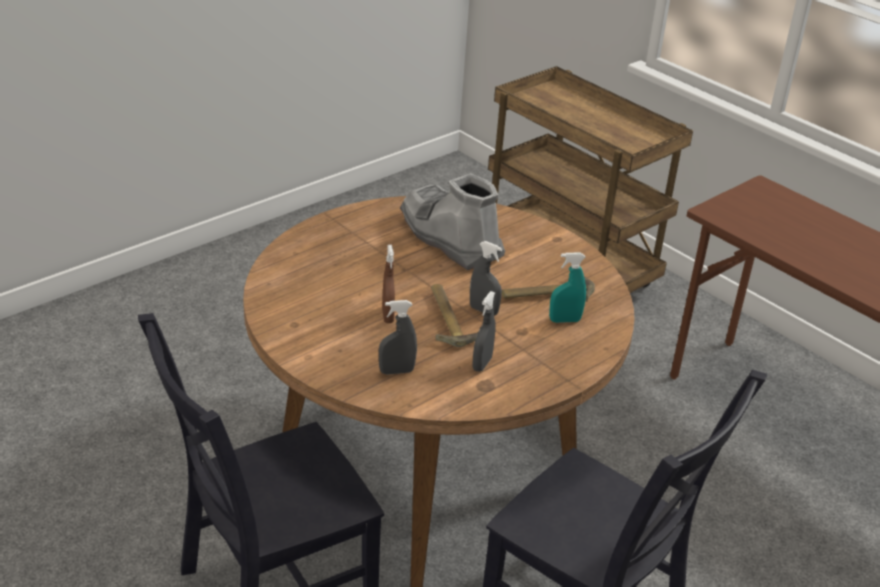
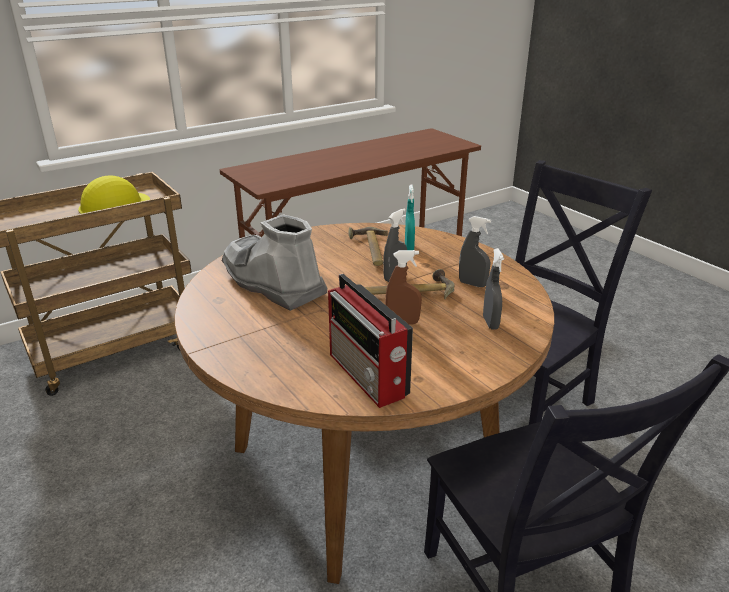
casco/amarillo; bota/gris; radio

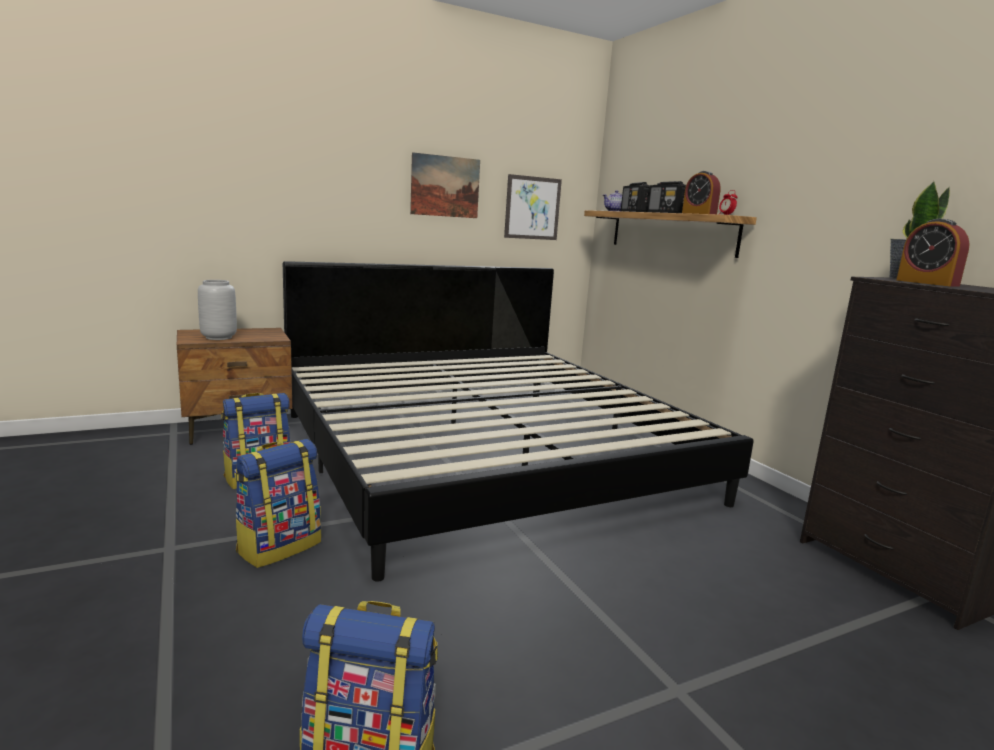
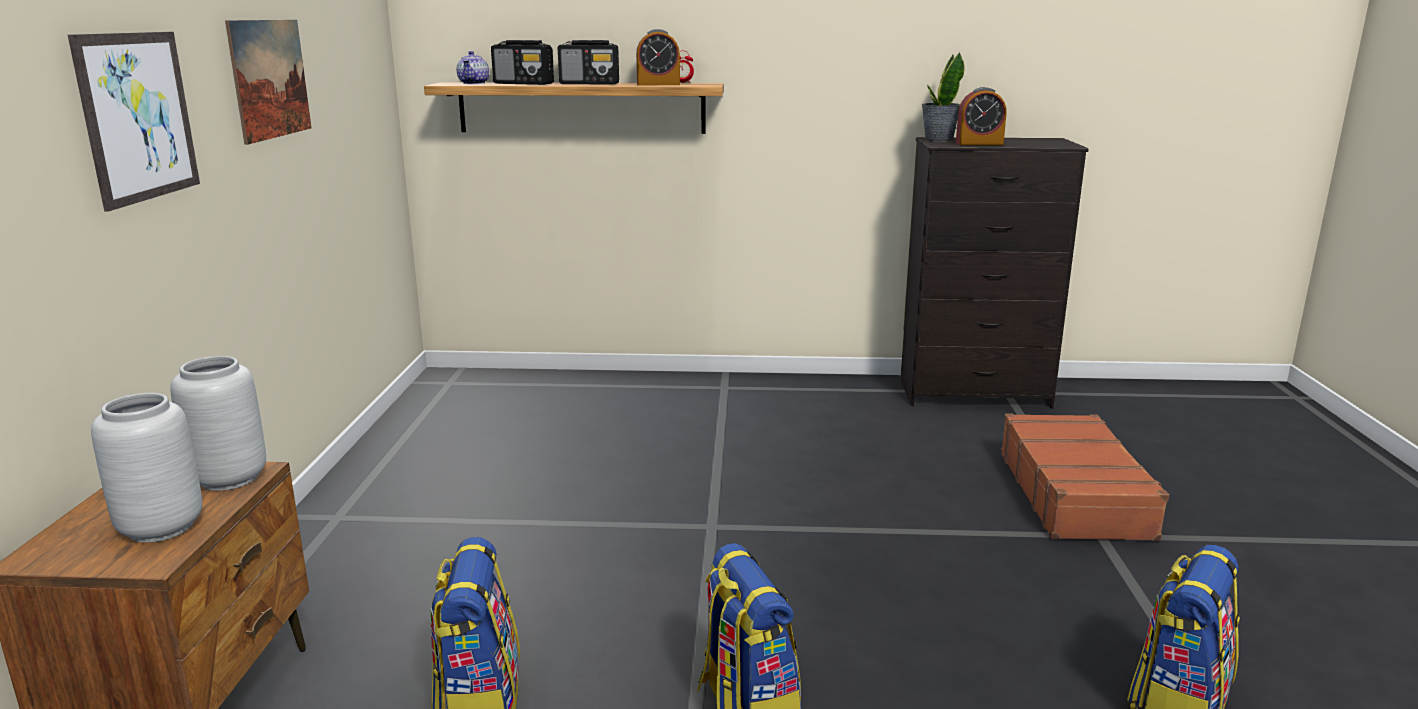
cuadro (no. 1 from left); florero/gris (no. 2 from left); maleta/marrón; cama

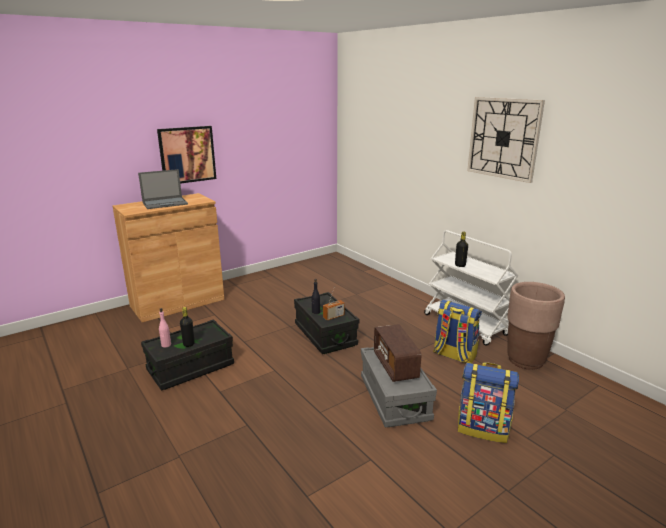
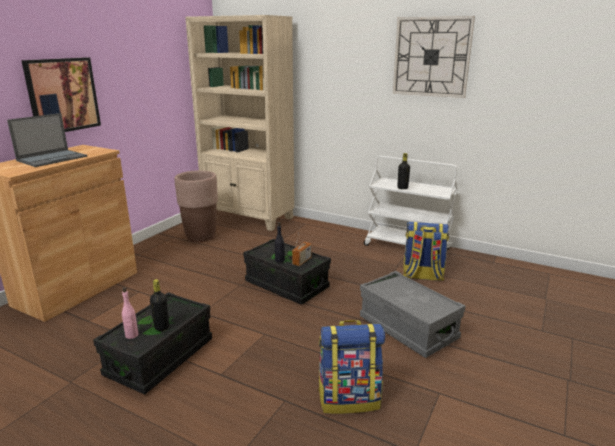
maceta/marrón; estantería/beis; mochila (no. 1 from left); radio (no. 2 from left in the first image)

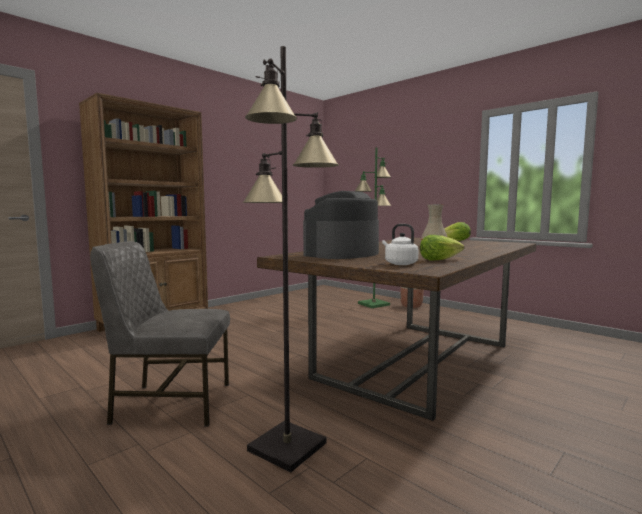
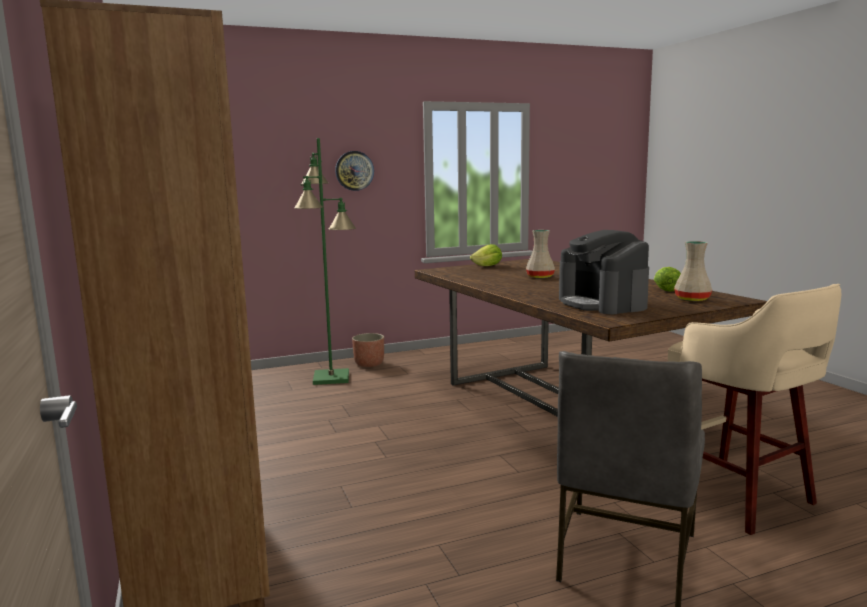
reloj de pared; taburete/beis; florero/beis (no. 2 from left)

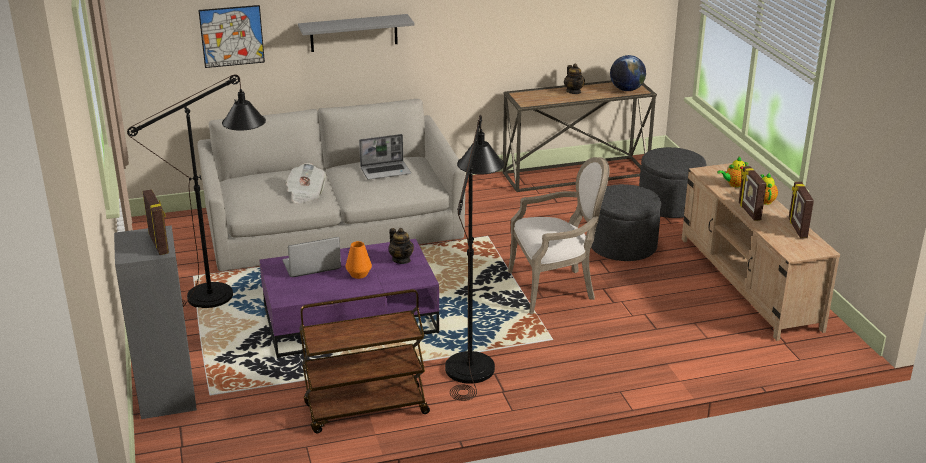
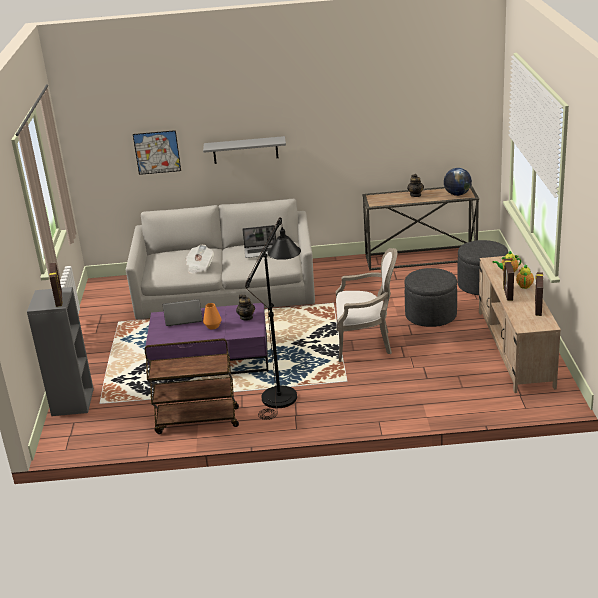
lámpara de pie/negro (no. 1 from left in the first image)

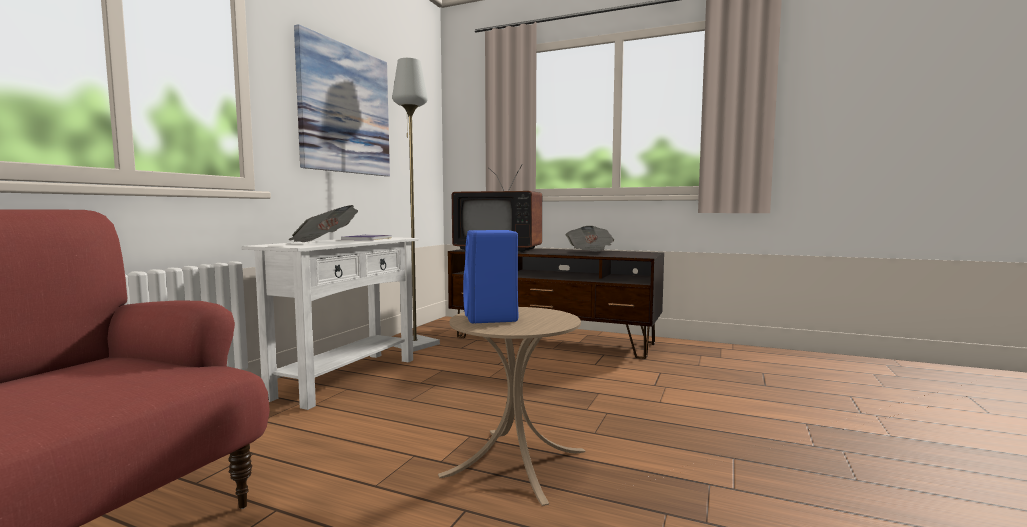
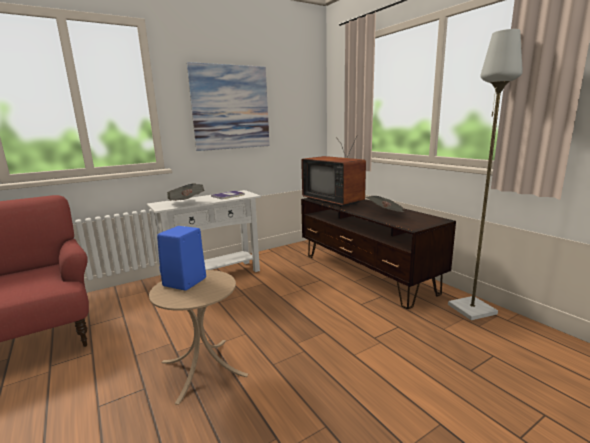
lámpara de pie/gris

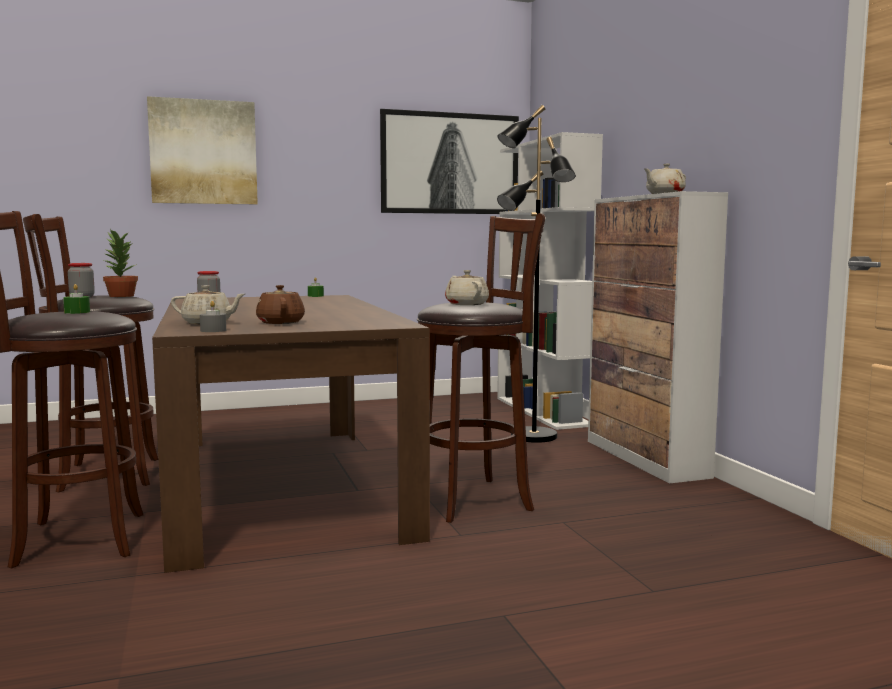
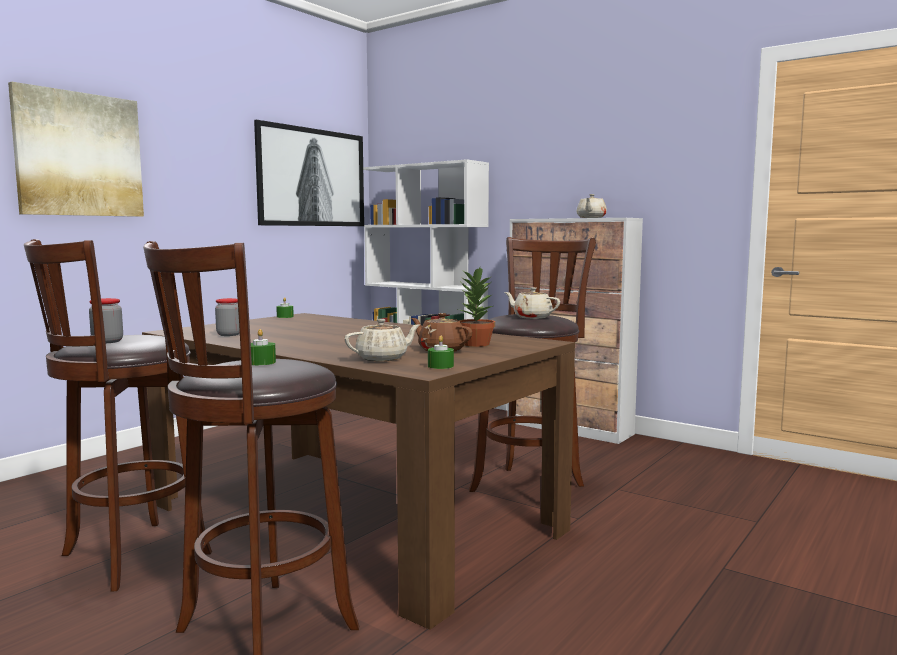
vela/verde (no. 3 from left); planta en maceta; lámpara de pie/negro

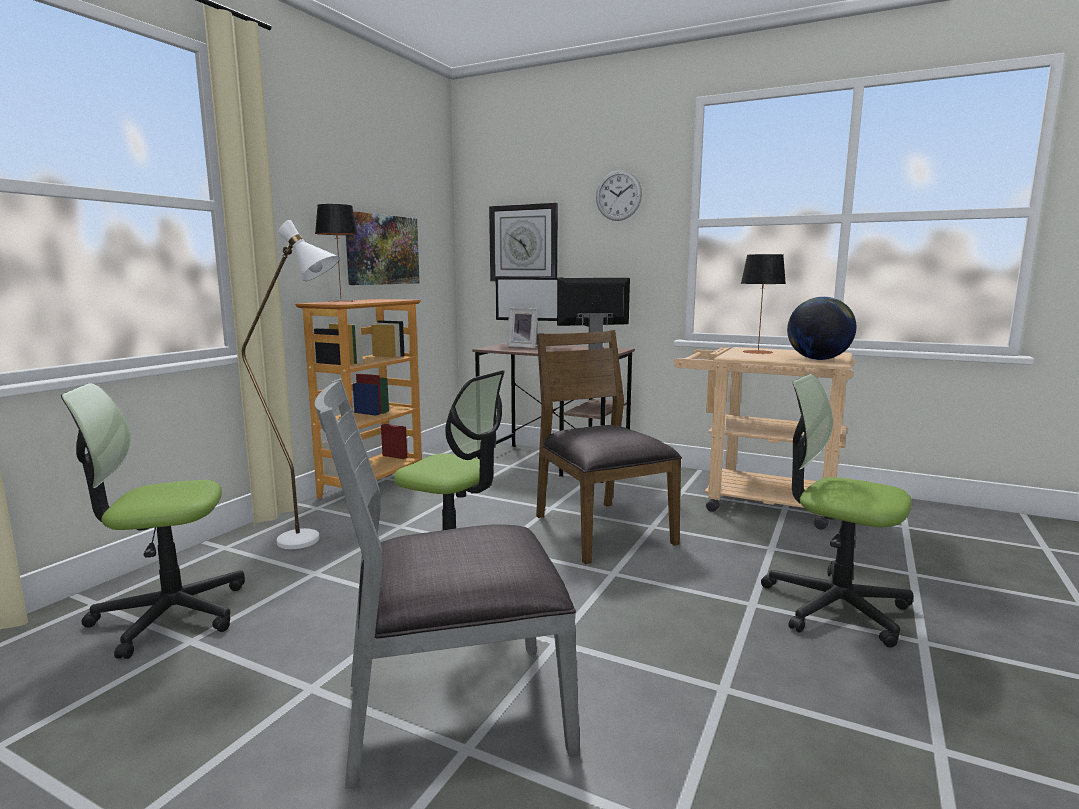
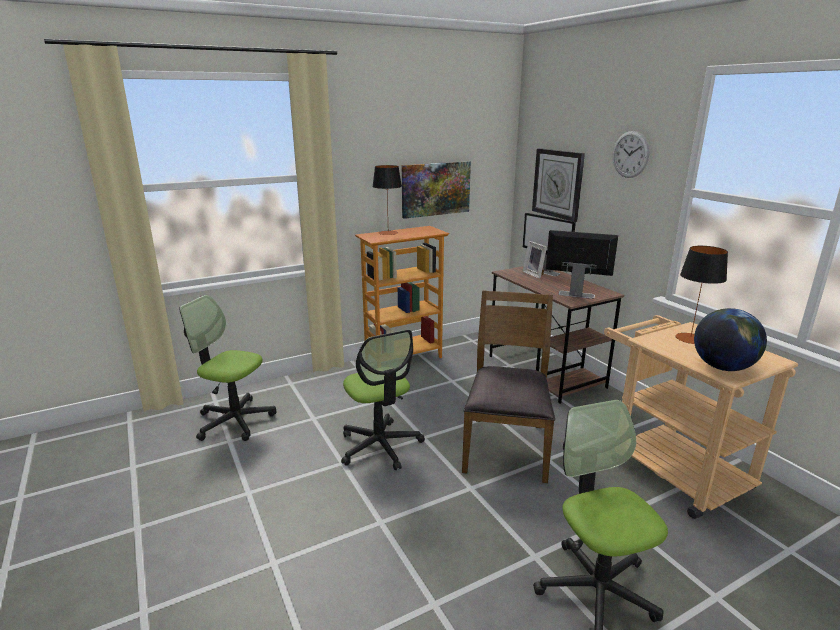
lámpara de pie/blanco; silla/gris

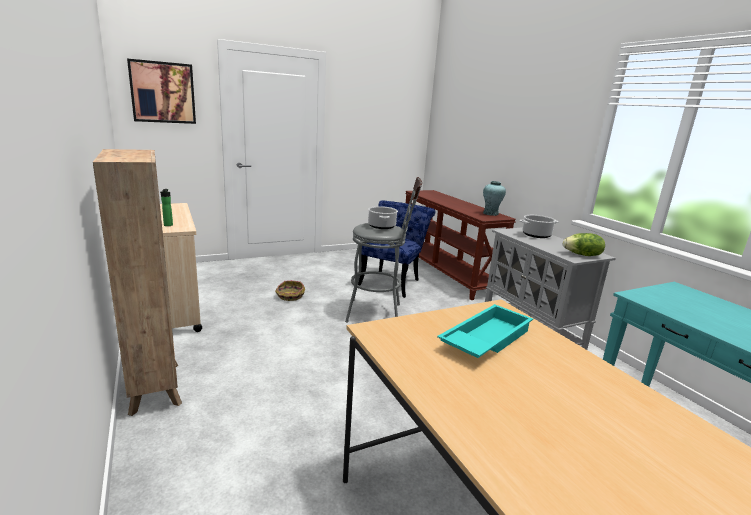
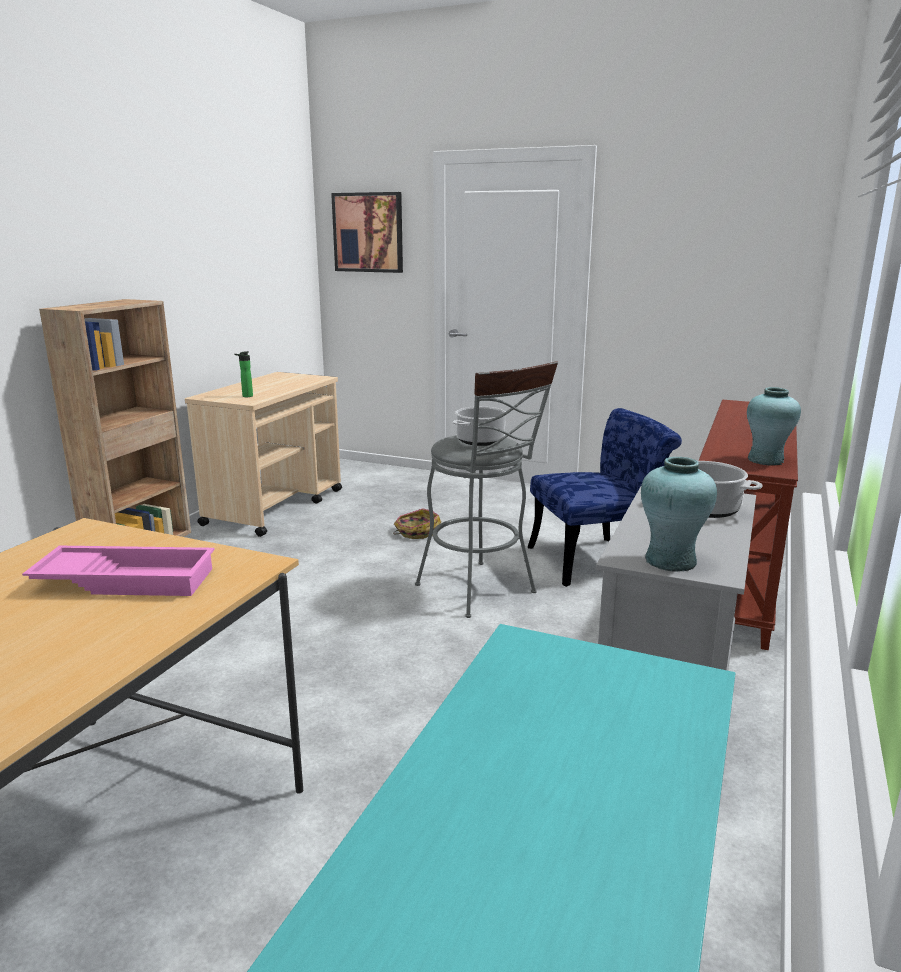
bandeja/rosa; florero/turquesa (no. 1 from left)

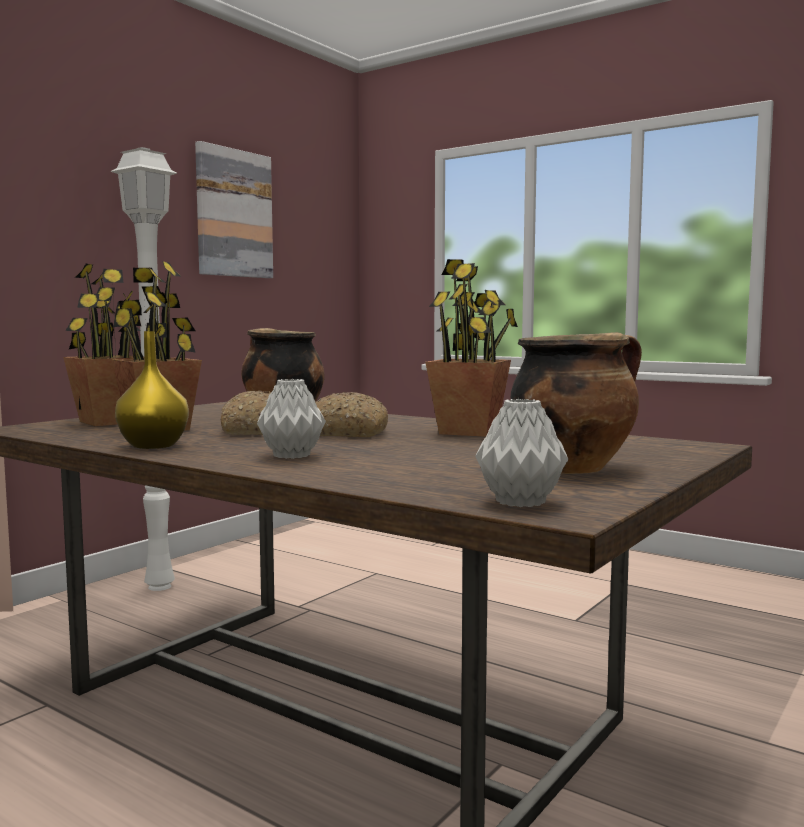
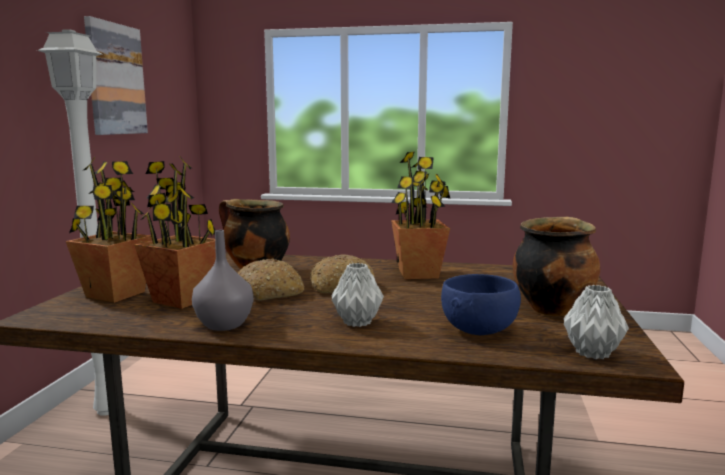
florero/gris (no. 1 from left); cuenco/azul

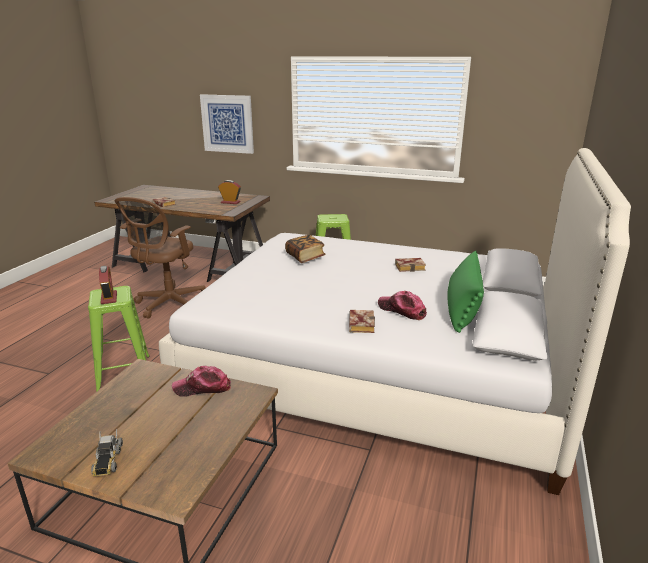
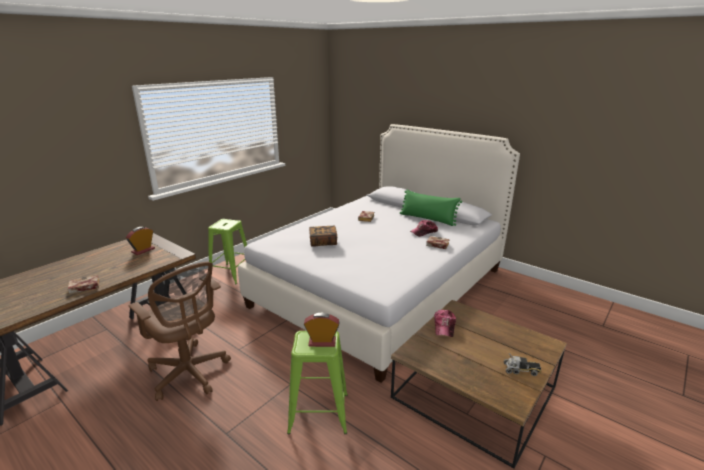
cuadro

